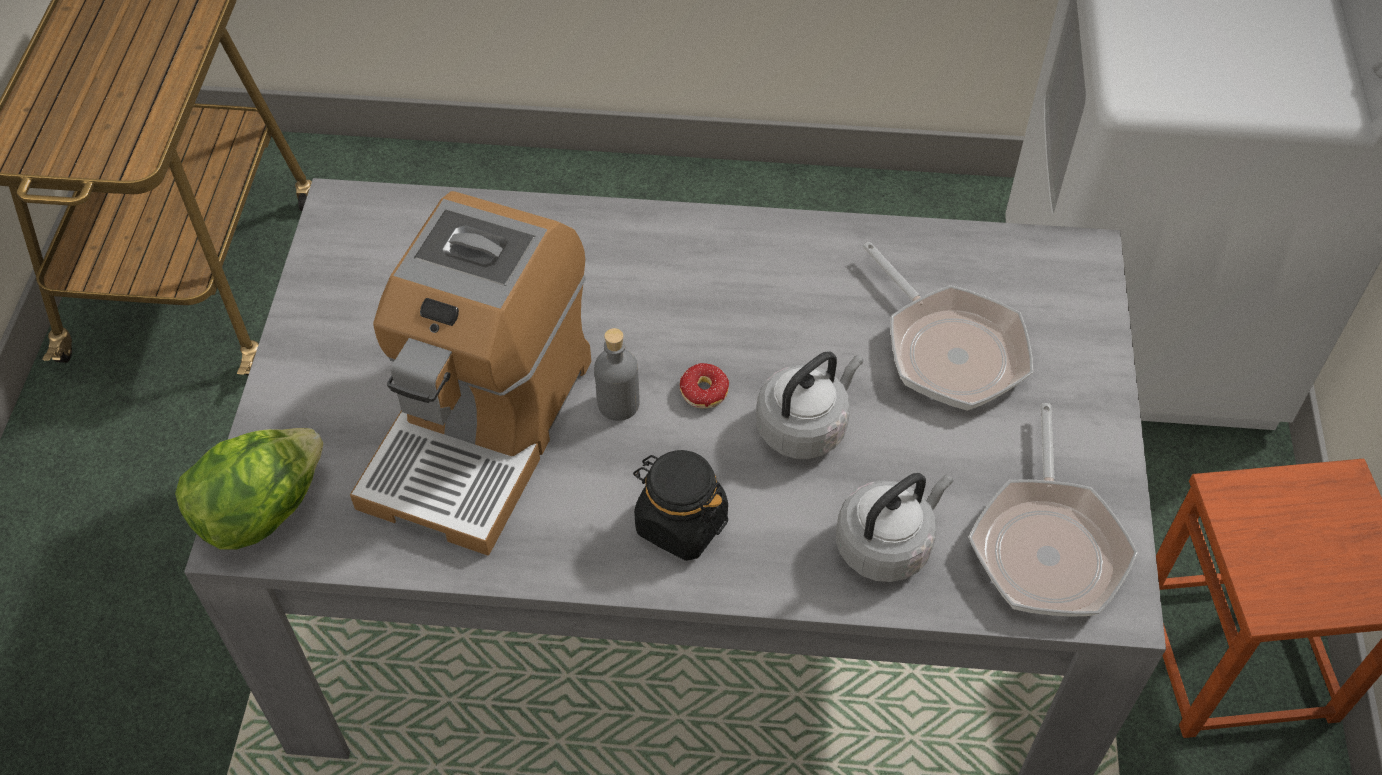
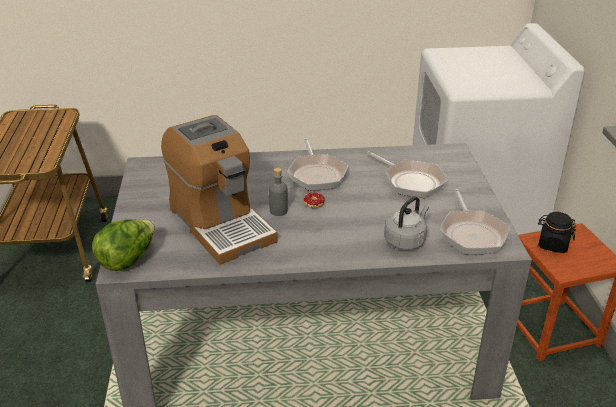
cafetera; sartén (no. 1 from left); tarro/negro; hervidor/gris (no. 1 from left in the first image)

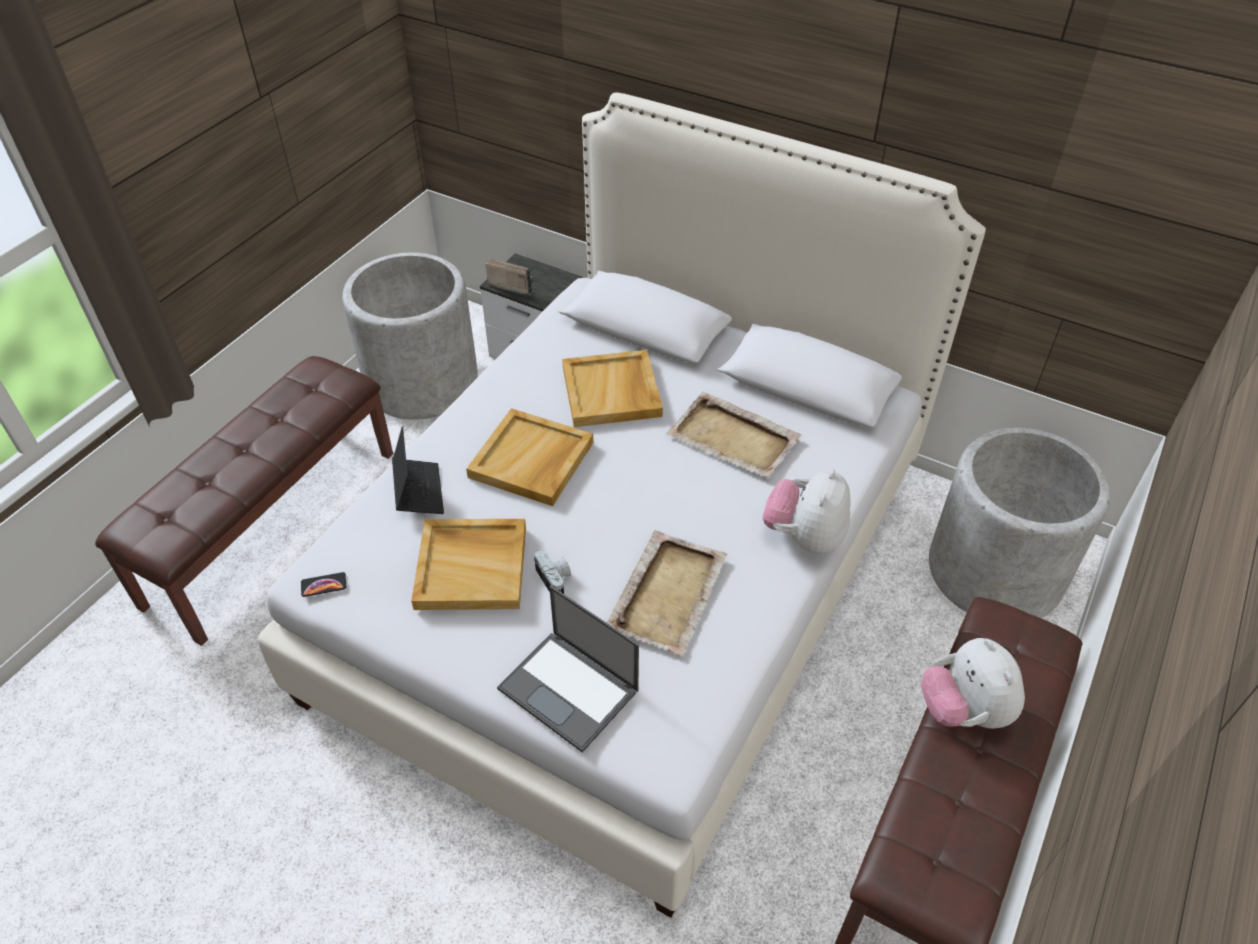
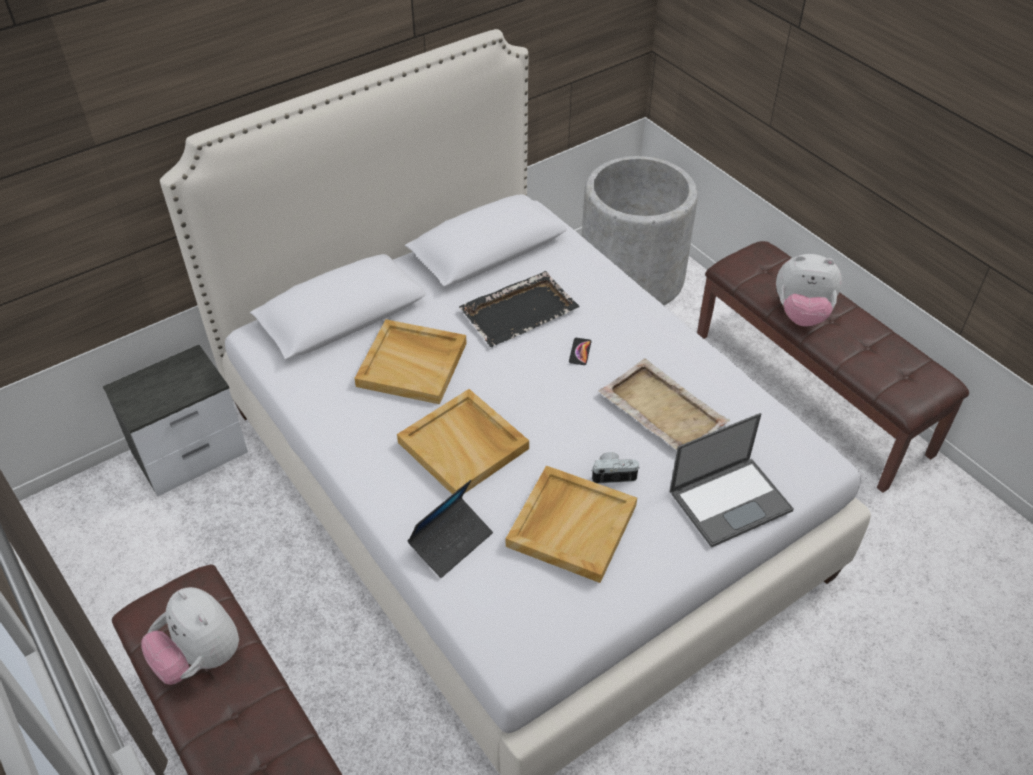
peluche (no. 1 from left); portátil (no. 1 from left); bandeja/negro; móvil; maceta/gris (no. 1 from left in the first image); radio

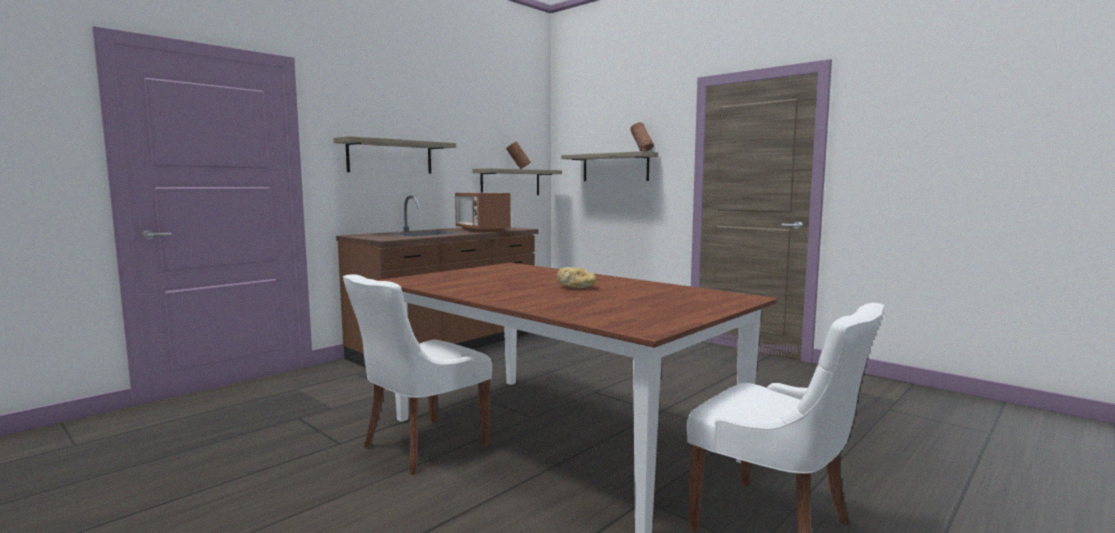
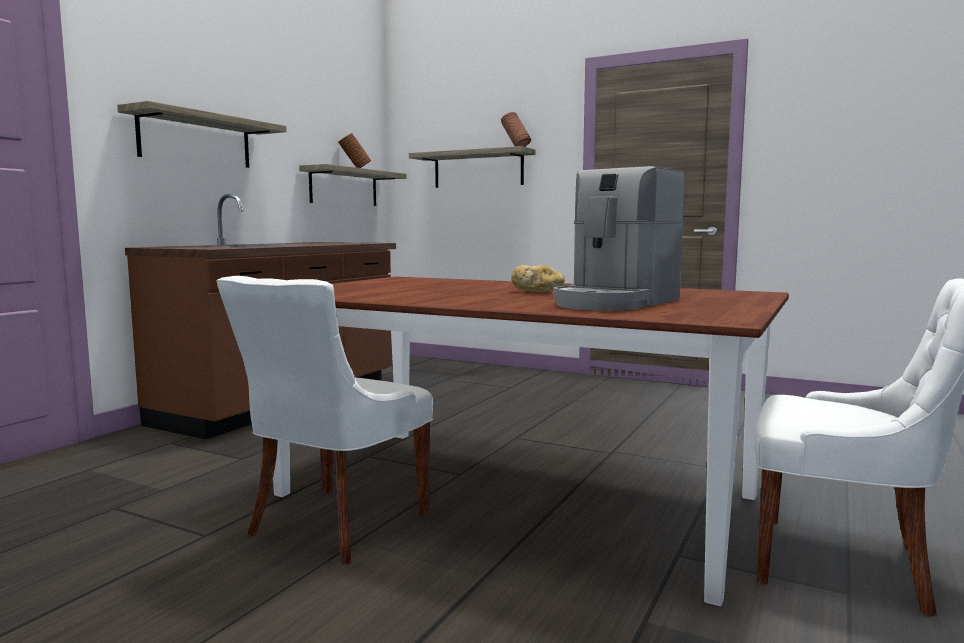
cafetera; microondas

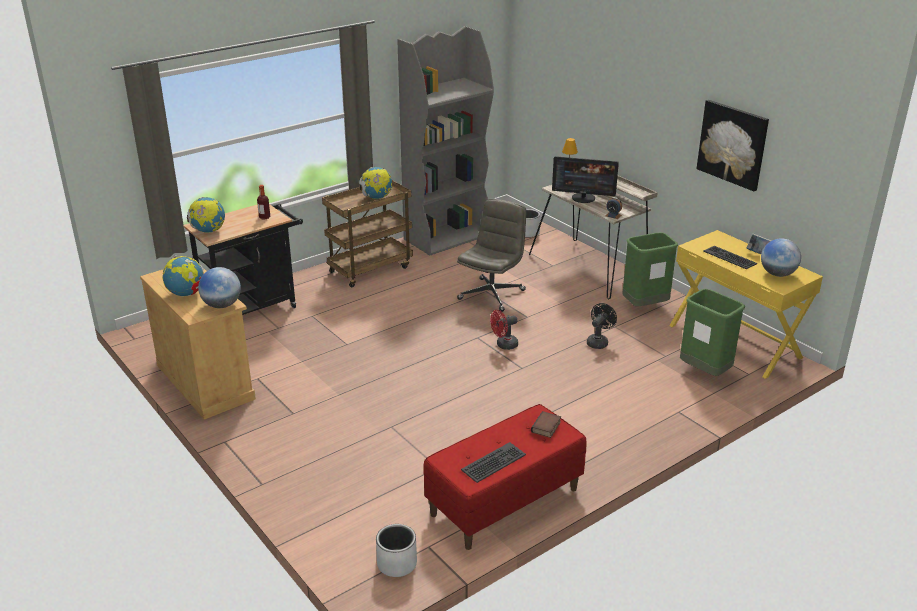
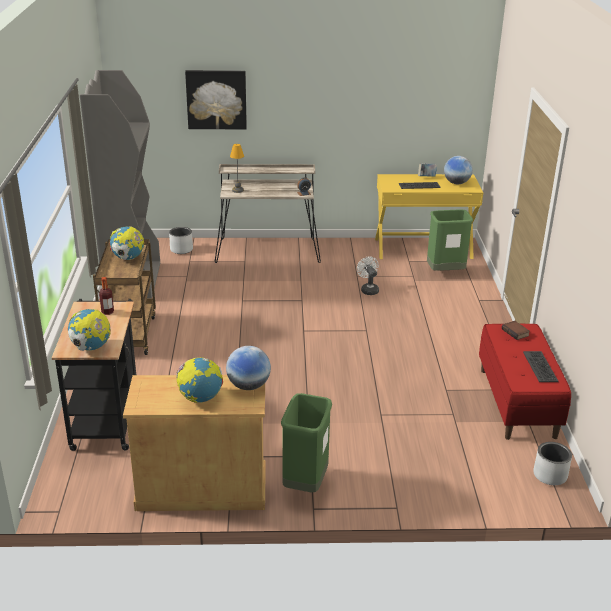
cuadro; papelera/verde (no. 1 from left); ventilador/blanco; silla de oficina/gris; ventilador/rojo; monitor

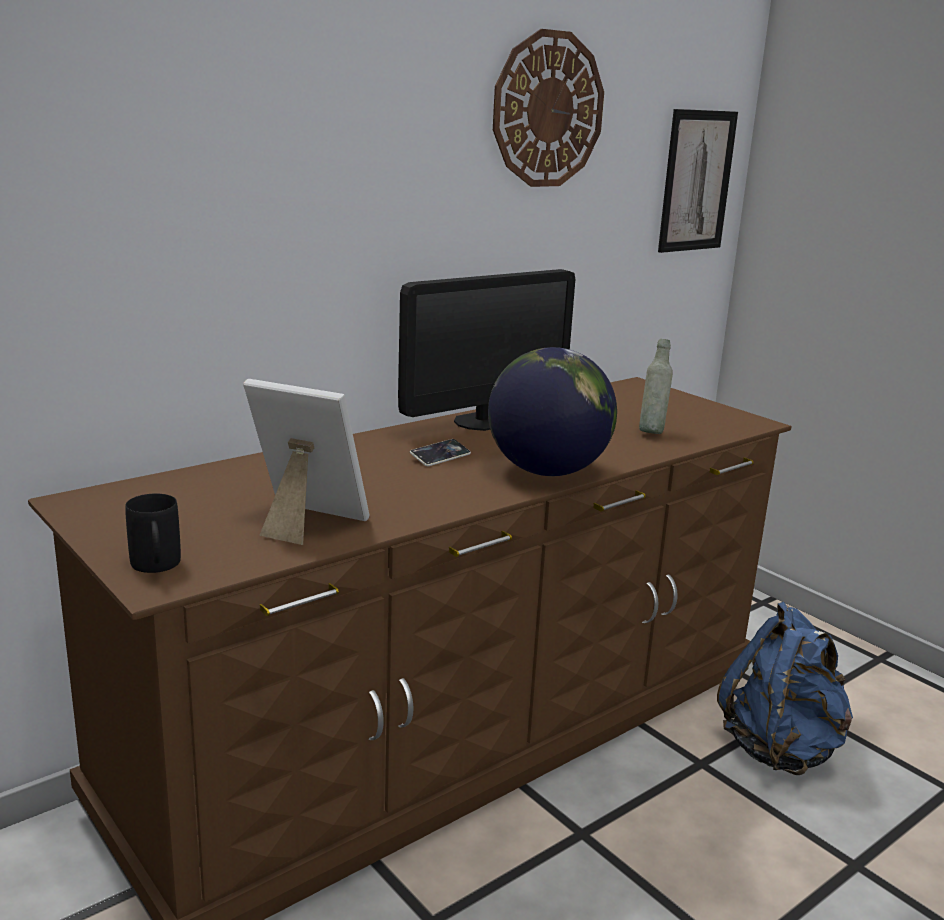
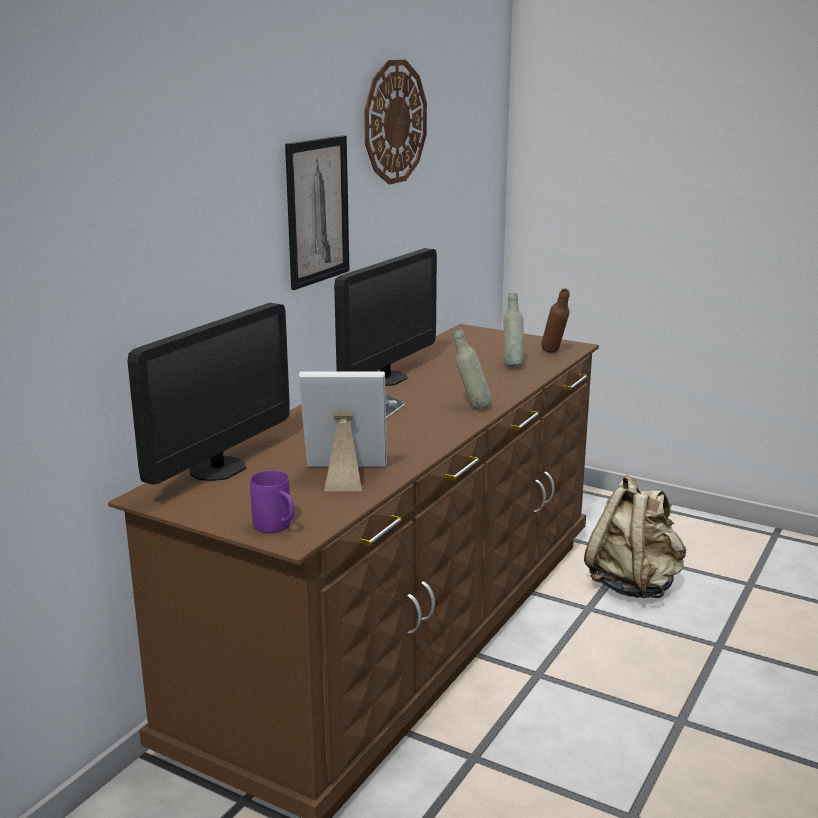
monitor (no. 1 from left); taza grande/morado; cuadro; botella/gris (no. 1 from left); botella/marrón; mochila/beis

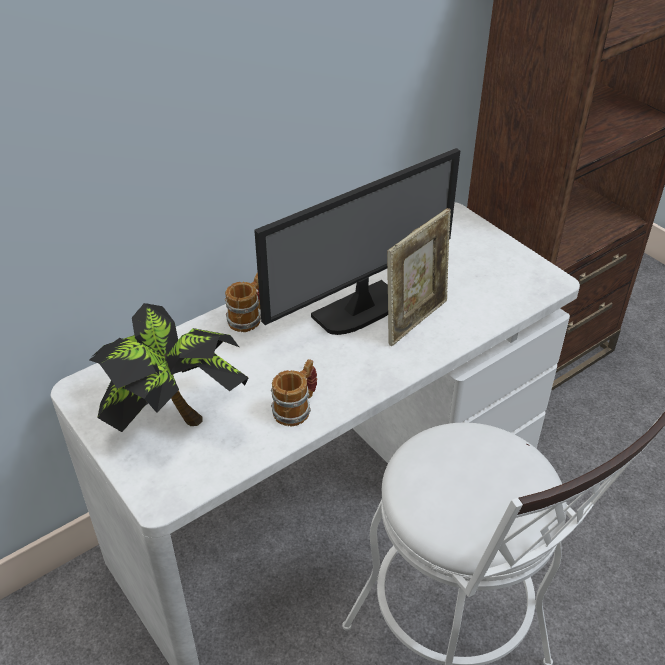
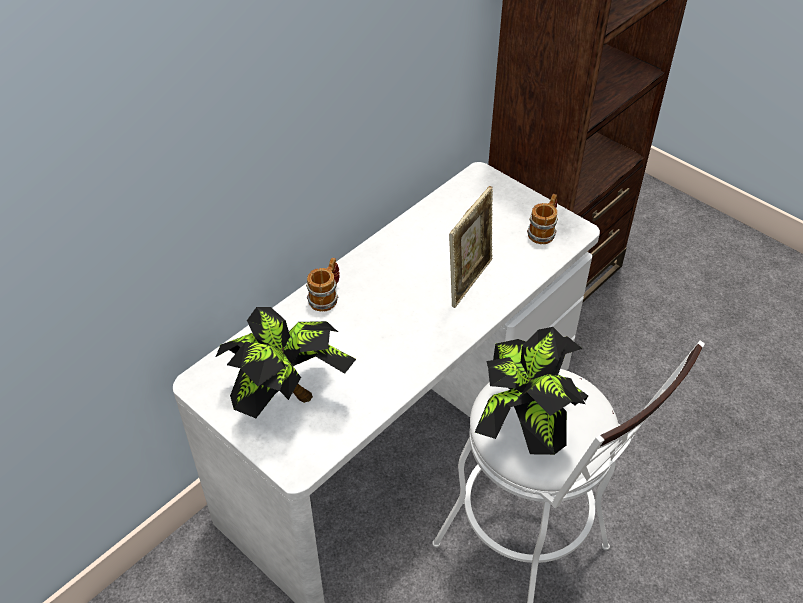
planta en maceta (no. 2 from left); taza grande (no. 2 from left); monitor

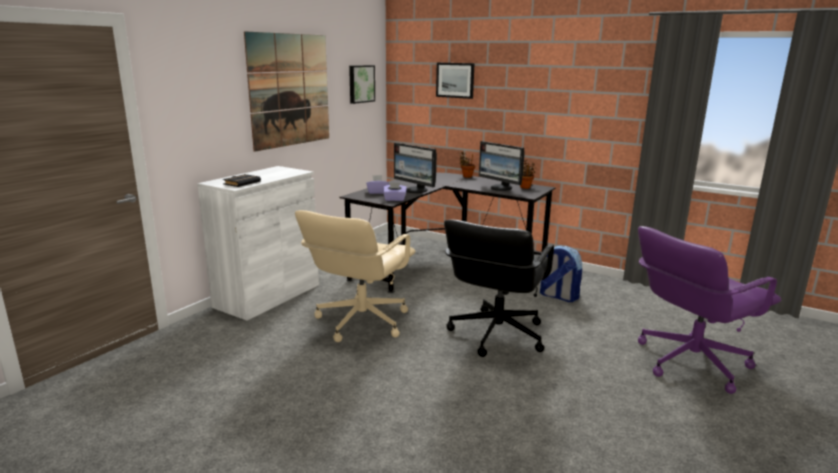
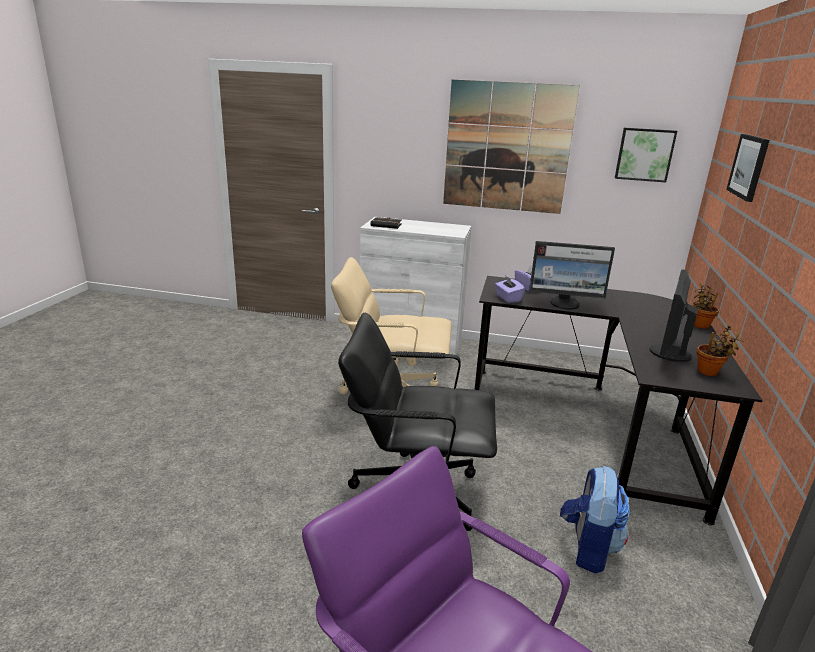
monitor (no. 1 from left)

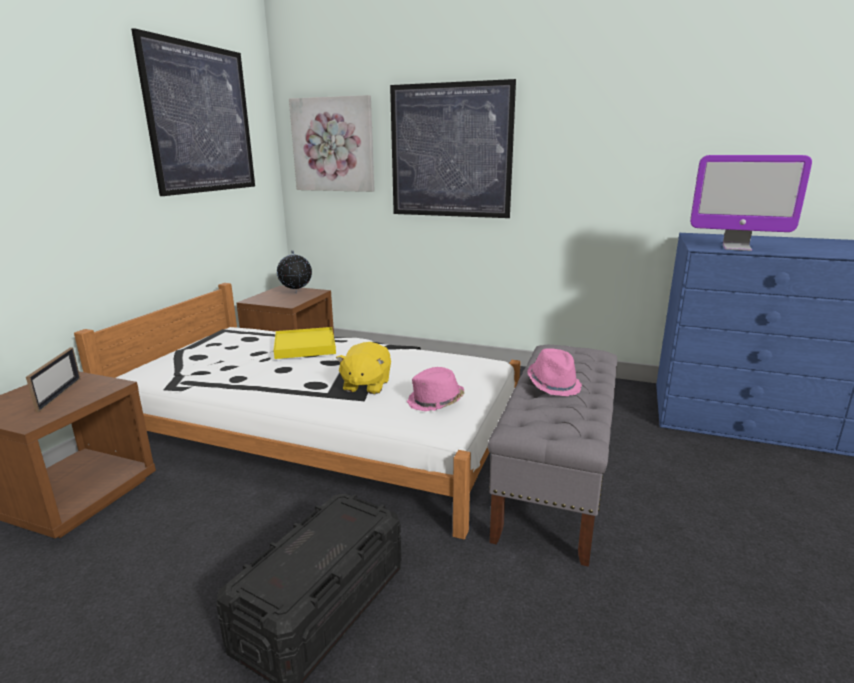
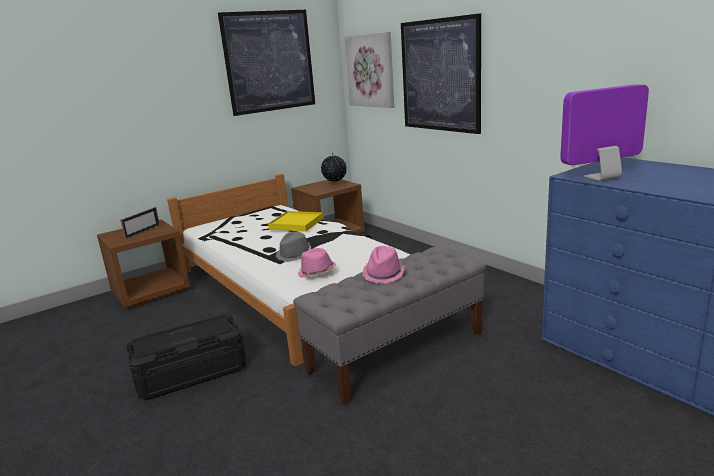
sombrero/gris; monitor

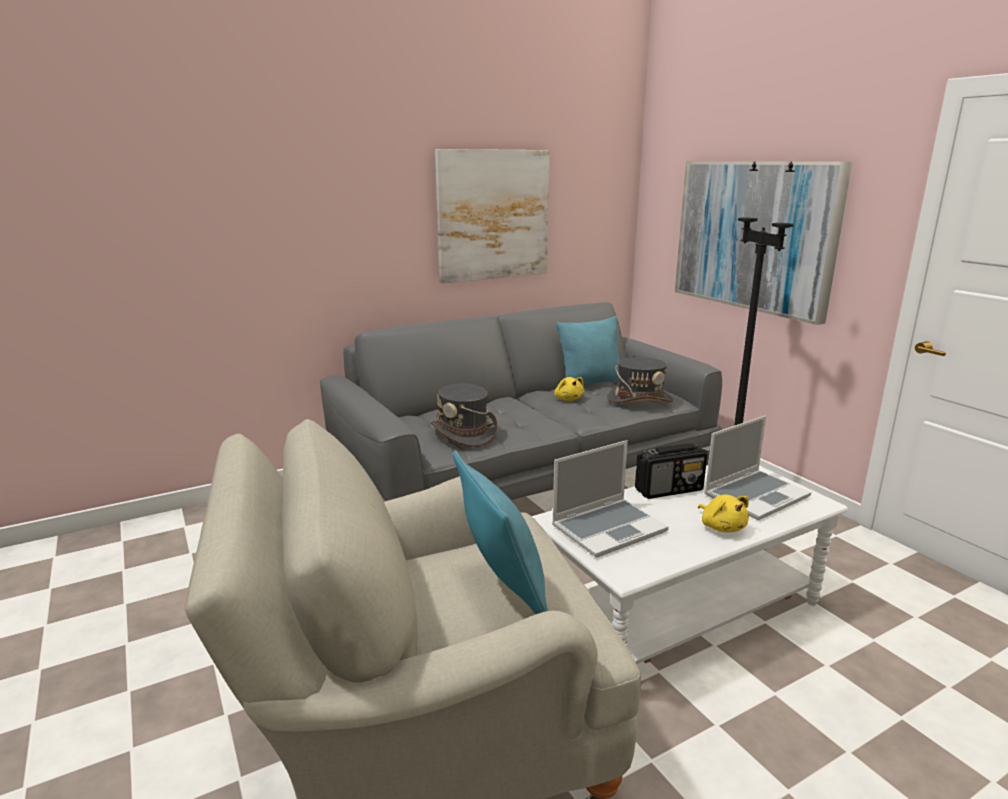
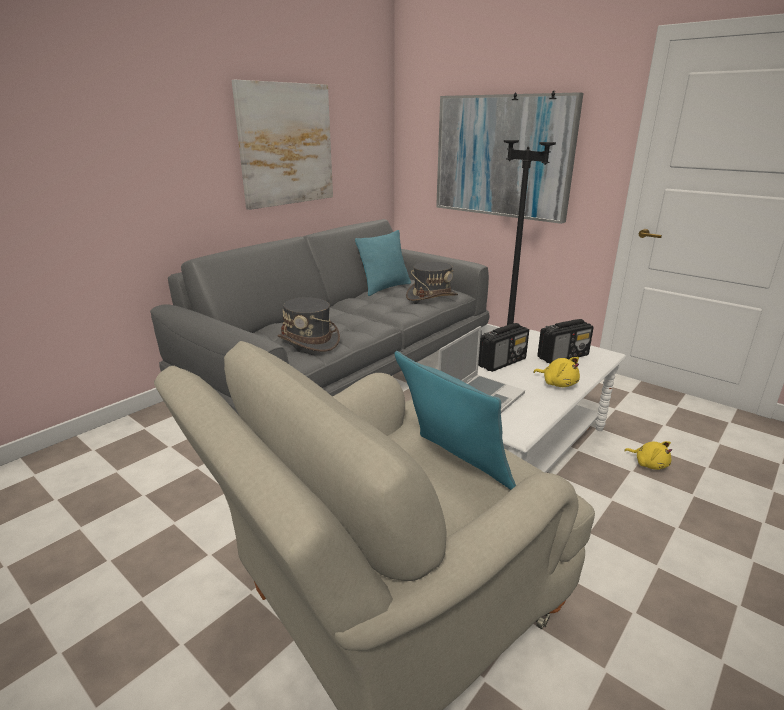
radio (no. 2 from left); peluche/amarillo (no. 2 from left)

